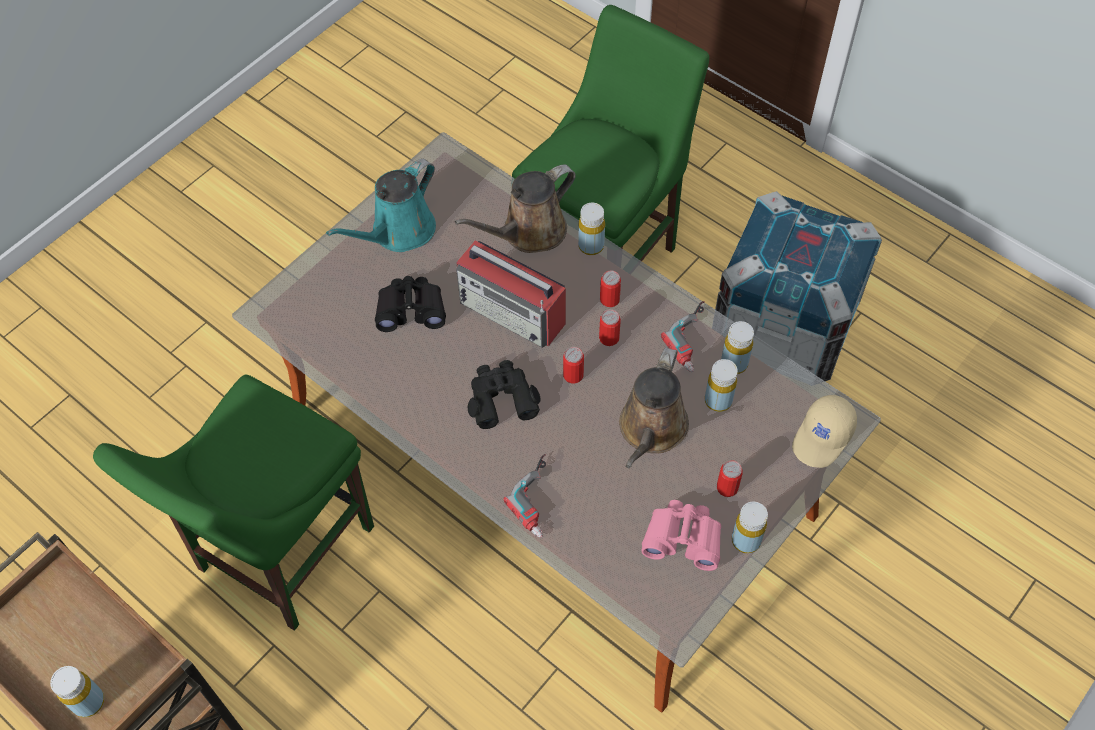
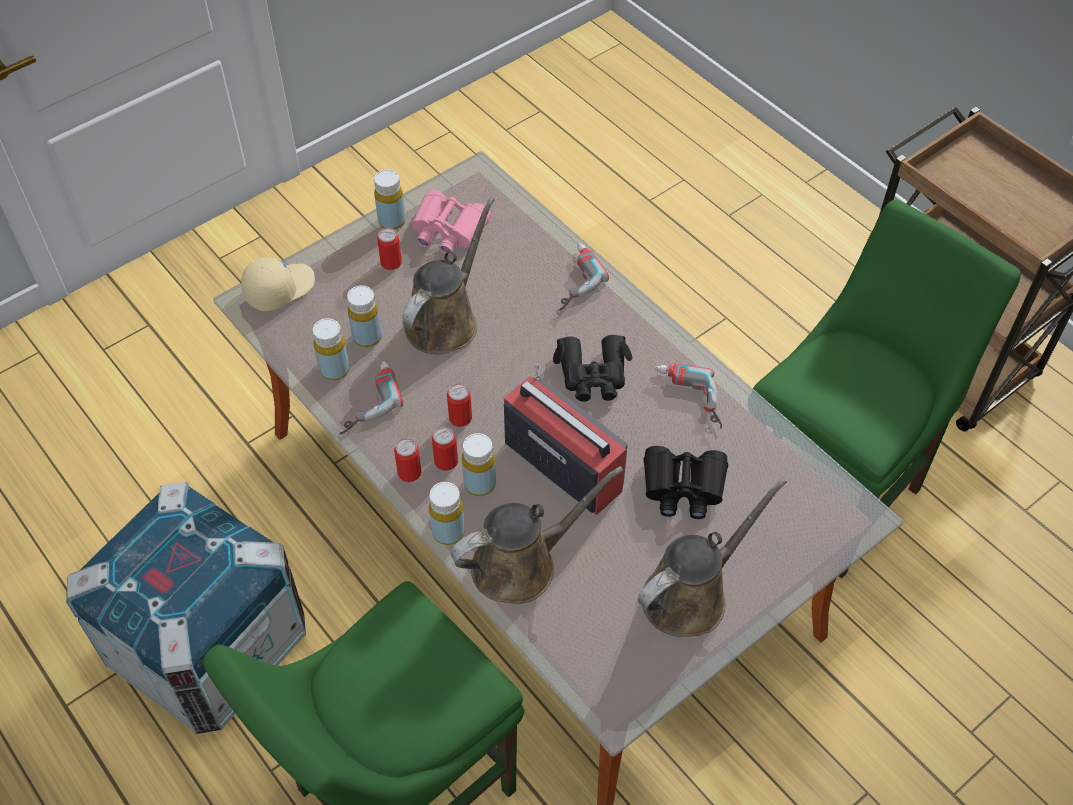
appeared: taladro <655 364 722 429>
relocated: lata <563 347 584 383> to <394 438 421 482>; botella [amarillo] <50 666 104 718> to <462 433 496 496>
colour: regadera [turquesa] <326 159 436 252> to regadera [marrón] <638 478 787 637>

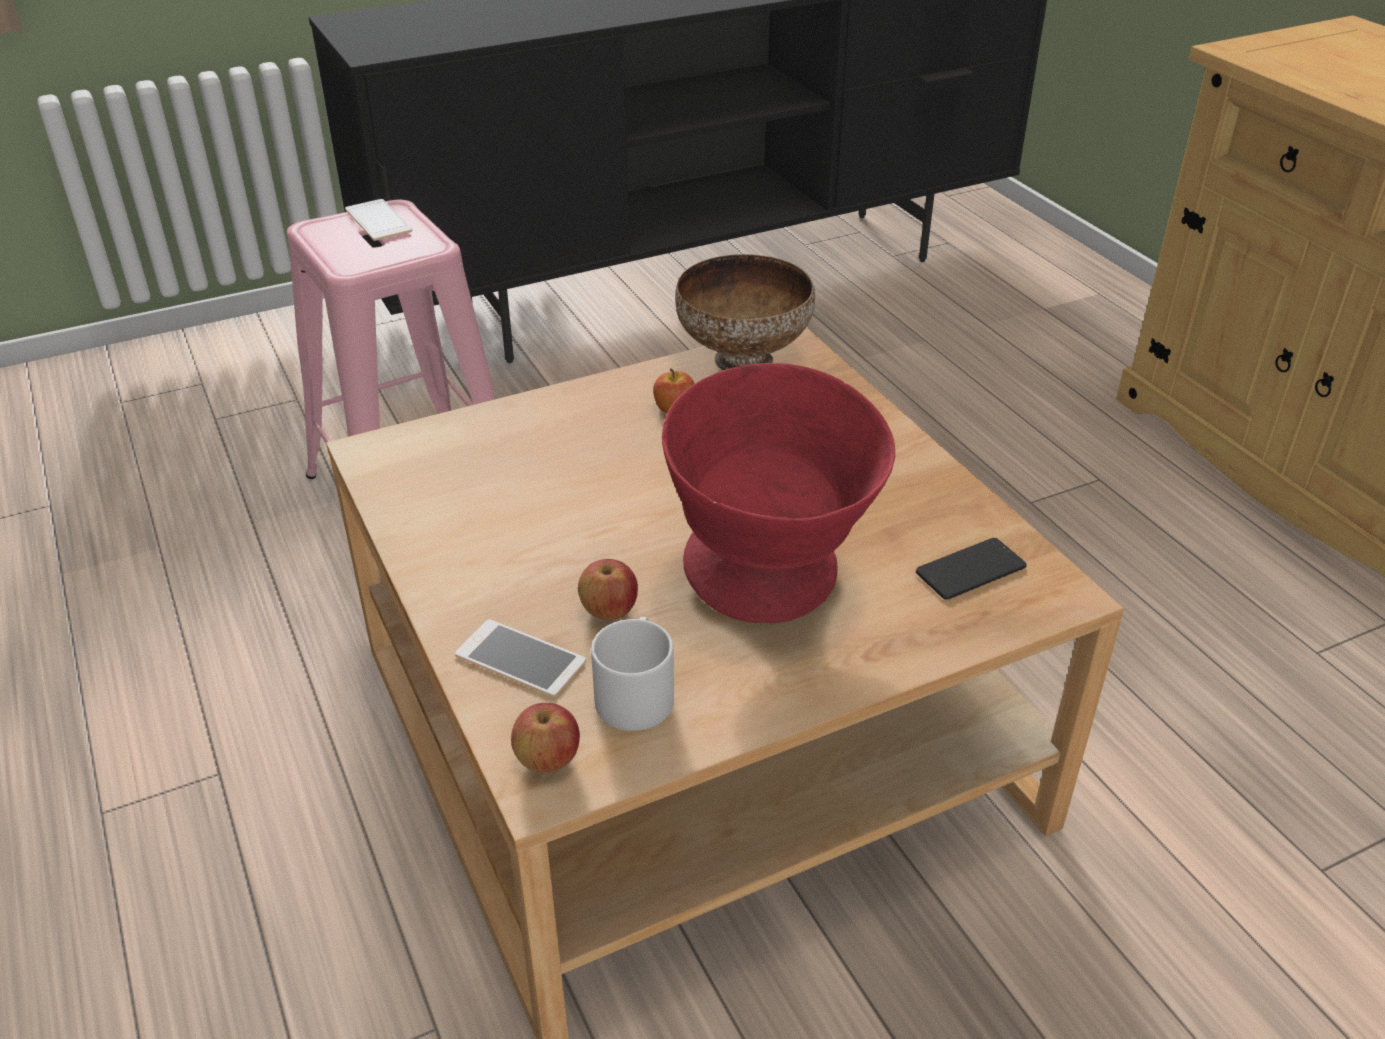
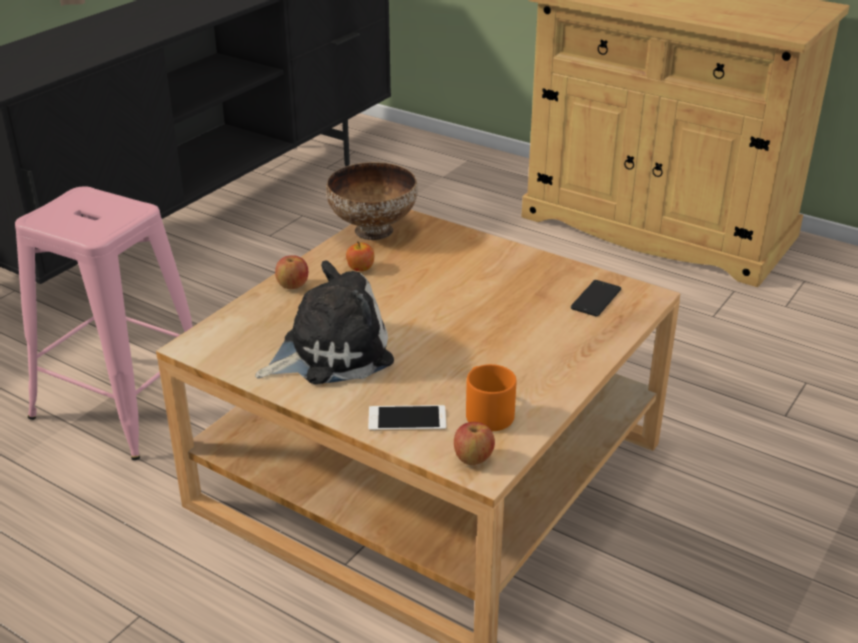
missing: móvil <345 199 413 241>; cuenco [rojo] <662 363 895 624>
appeared: peluche <255 260 394 384>
relocated: manzana <578 559 638 620> to <275 255 308 289>
colour: taza grande [blanco] <591 617 674 731> to taza grande [naranja] <466 364 516 431>

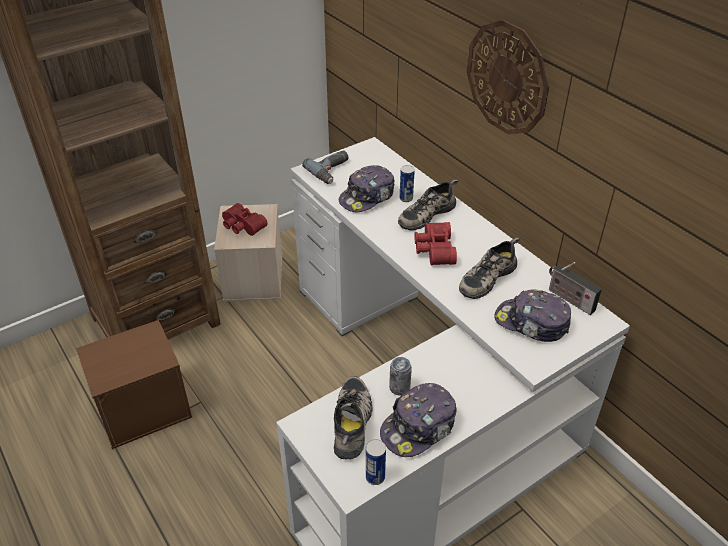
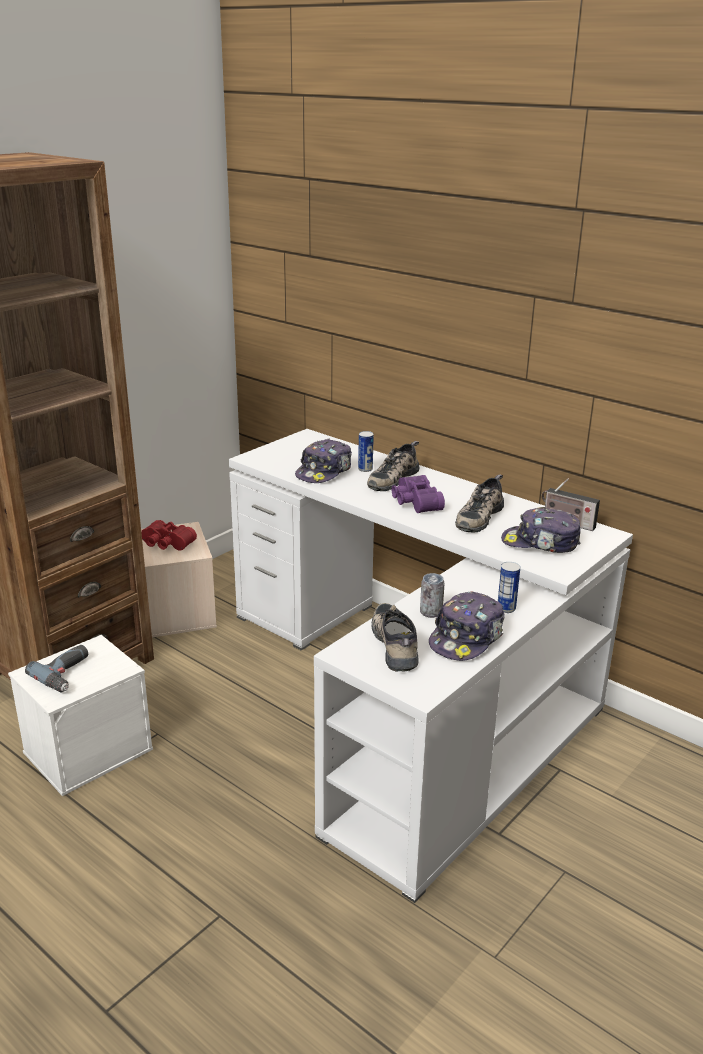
missing: reloj de pared <467 20 549 134>
relocated: taladro <302 150 349 184> to <25 645 88 692>; lata <366 439 386 485> to <498 562 520 613>
colour: prismáticos [rojo] <414 222 457 265> to prismáticos [morado] <392 475 445 513>; caja de almacenaje [marrón] <76 320 192 449> to caja de almacenaje [blanco] <8 635 153 796>

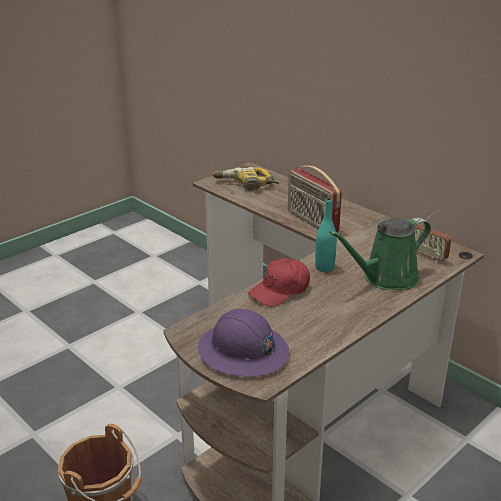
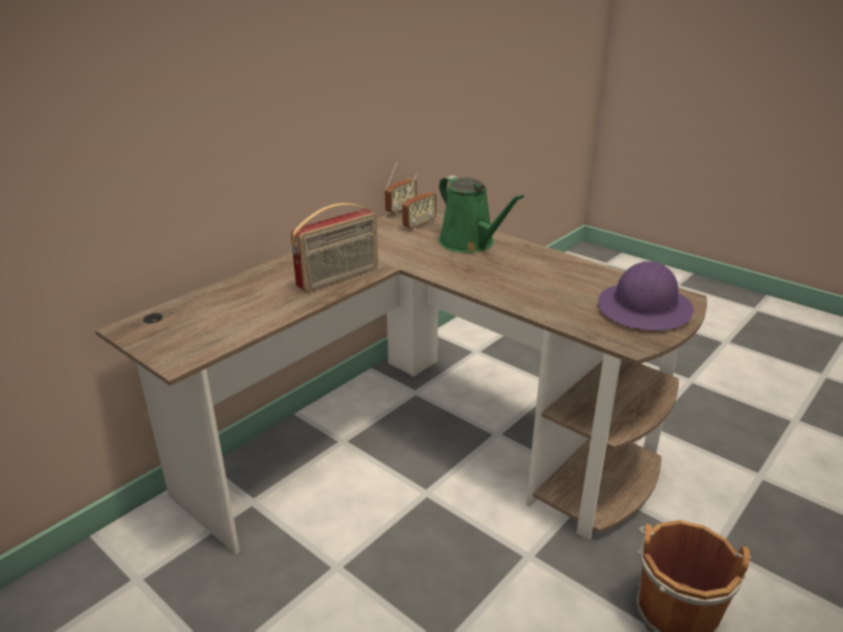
missing: taladro <213 167 279 191>; botella [turquesa] <315 196 337 272>; gorra [rojo] <248 258 310 307>
appeared: radio <385 161 417 215>

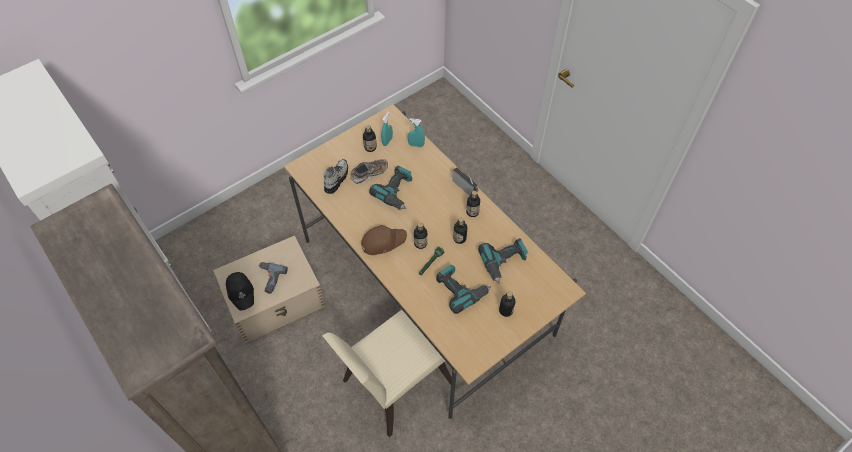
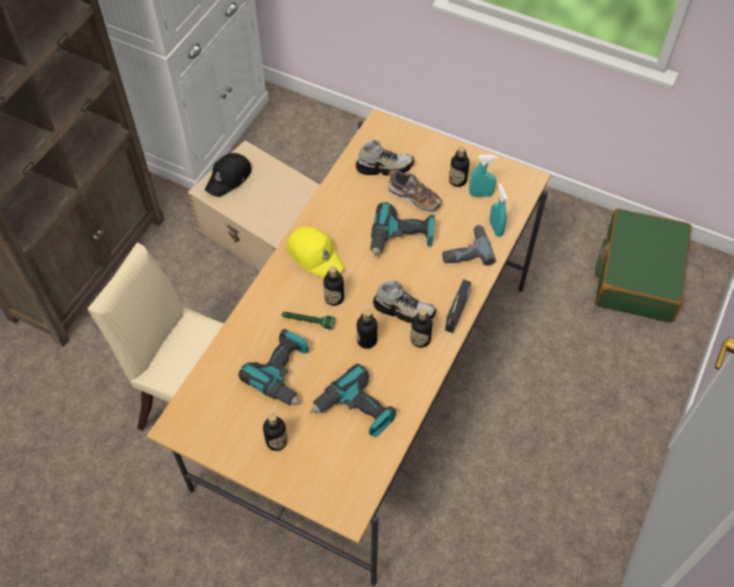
appeared: maleta [verde] <595 209 692 323>; zapato <373 280 436 323>
relocated: taladro <259 262 288 294> to <442 225 496 266>
colour: gorra [marrón] <361 225 407 255> to gorra [amarillo] <287 226 344 278>

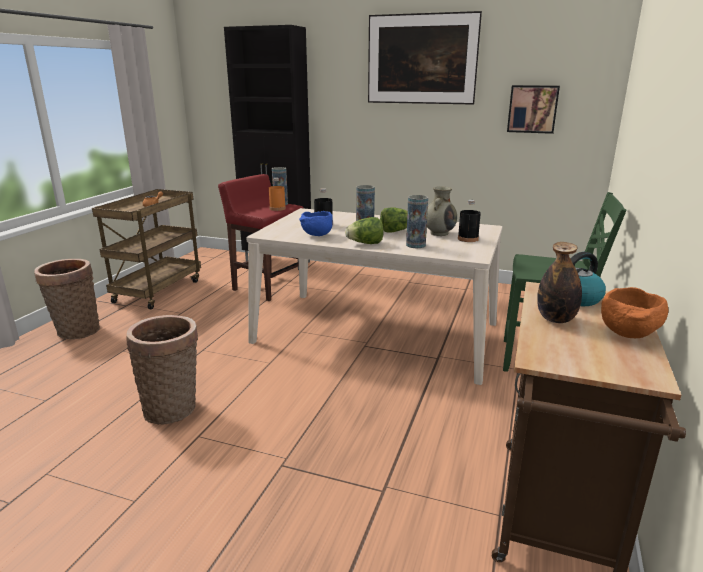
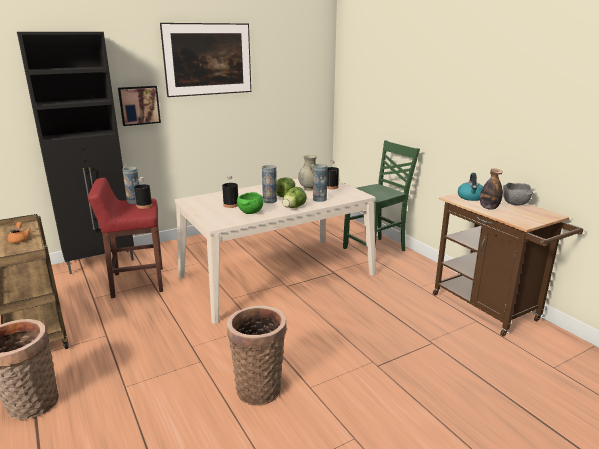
relocated: cuadro <507 85 560 134> to <118 86 161 126>
colour: botella [naranja] <269 178 286 211> to botella [negro] <134 177 152 209>; cuenco [azul] <299 211 333 236> to cuenco [verde] <237 192 263 214>; cuenco [naranja] <601 287 668 338> to cuenco [gris] <503 183 533 206>

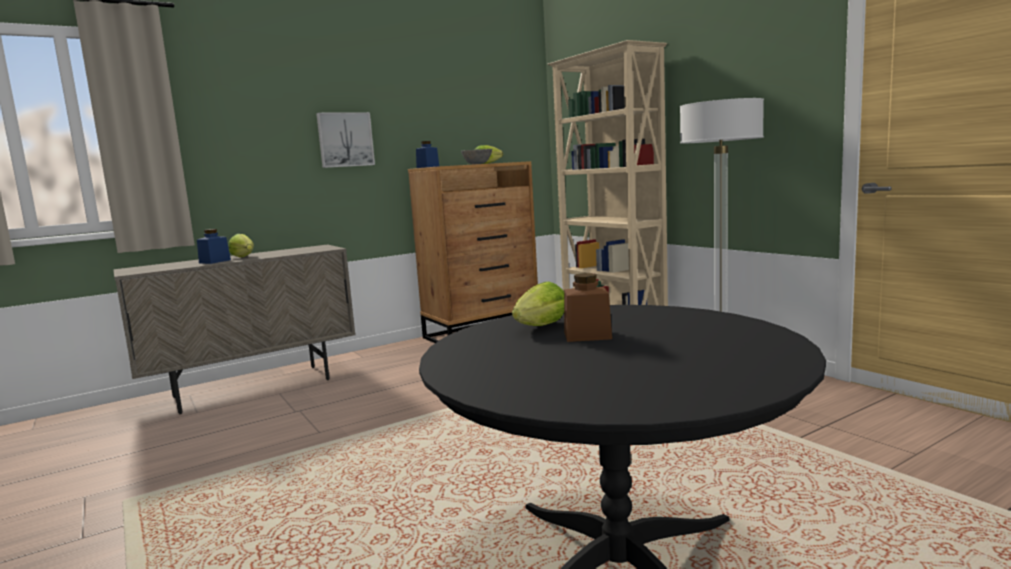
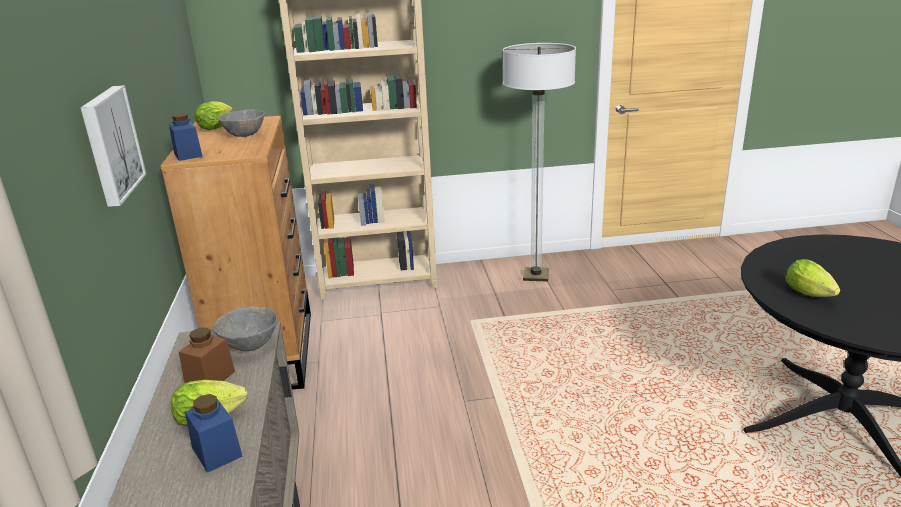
appeared: cuenco [gris] <213 306 278 351>
relocated: tarro [marrón] <564 273 612 342> to <179 328 235 383>

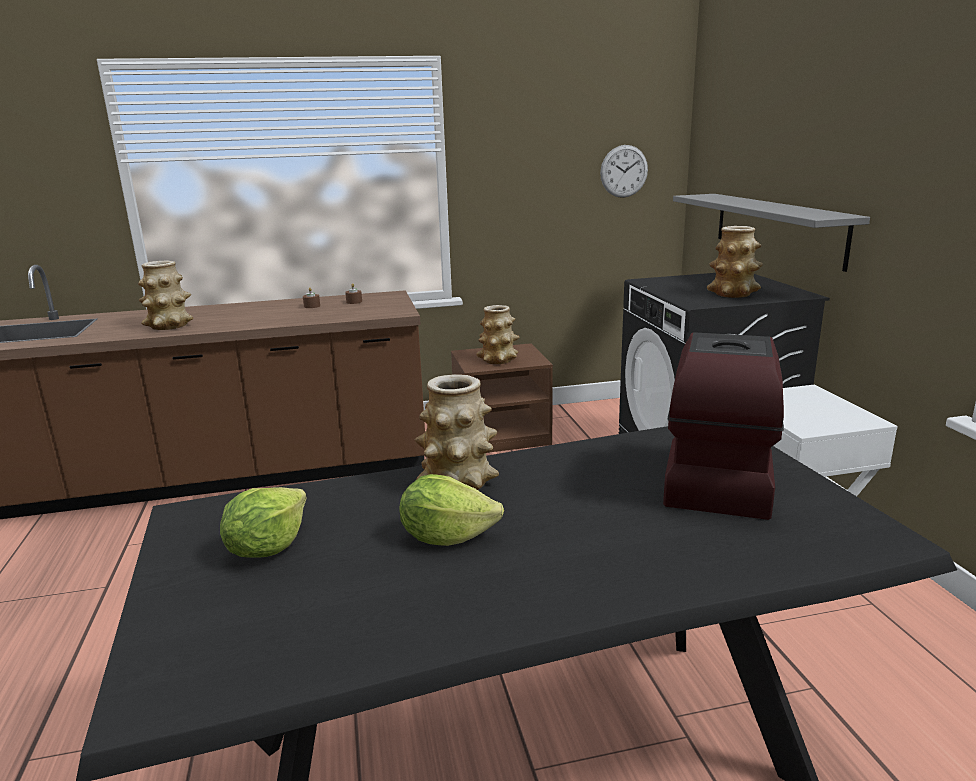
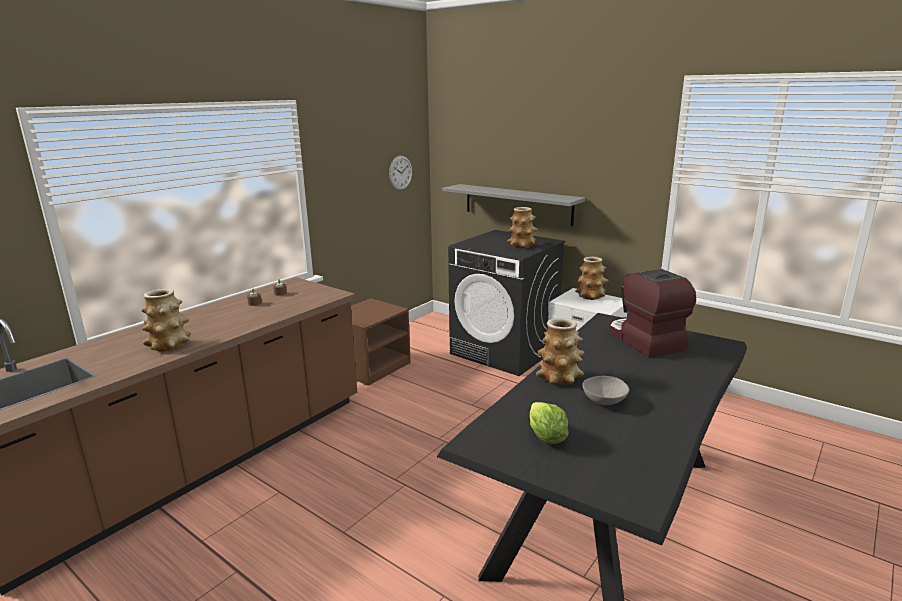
relocated: florero <476 305 519 364> to <575 257 609 300>
exchanged: lechuga <399 474 504 546> to cuenco [gris] <582 376 629 405>

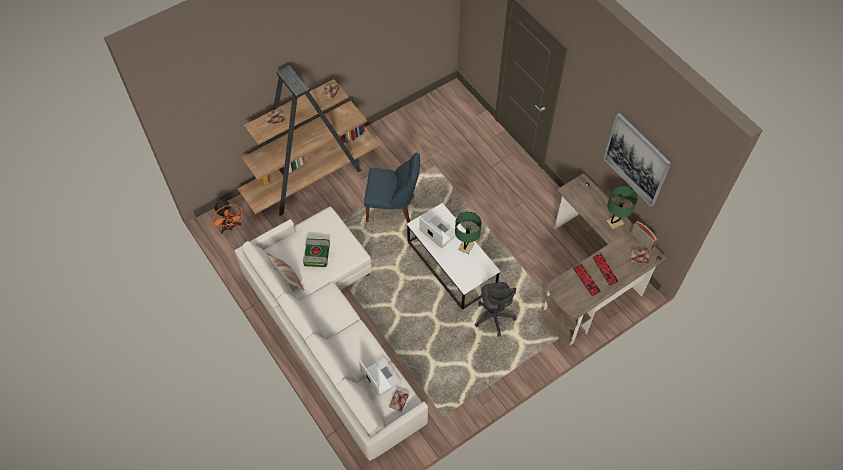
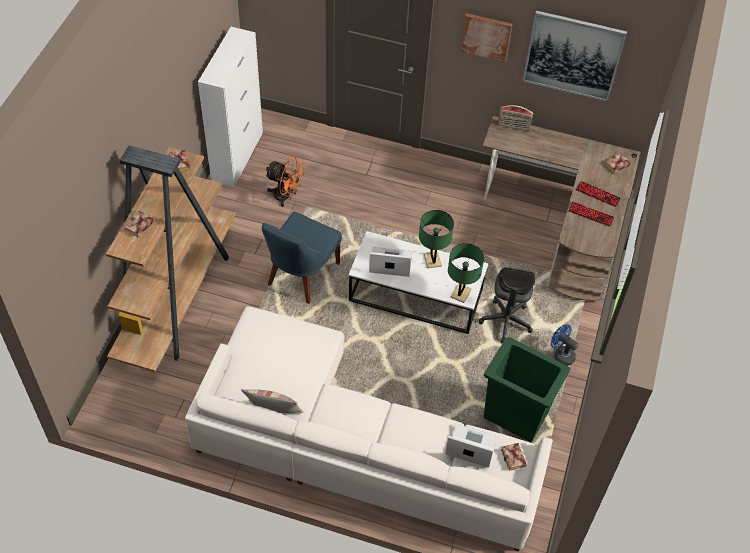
missing: libro <303 238 330 267>
appeared: cuadro <461 13 512 62>; armario [blanco] <198 27 263 187>; ventilador [azul] <551 324 579 366>; papelera [verde] <484 337 570 442>
relocated: lámpara de mesa [verde] <606 186 637 230> to <448 243 484 303>; ventilador [naranja] <211 199 244 234> to <265 156 305 207>; radio <631 221 657 250> to <498 105 533 131>
spun: silla [azul] <364 152 420 223> = <262 212 342 304> 150 degrees clockwise; silla de oficina [gris] <475 282 516 337> = <479 267 536 343> 60 degrees clockwise

